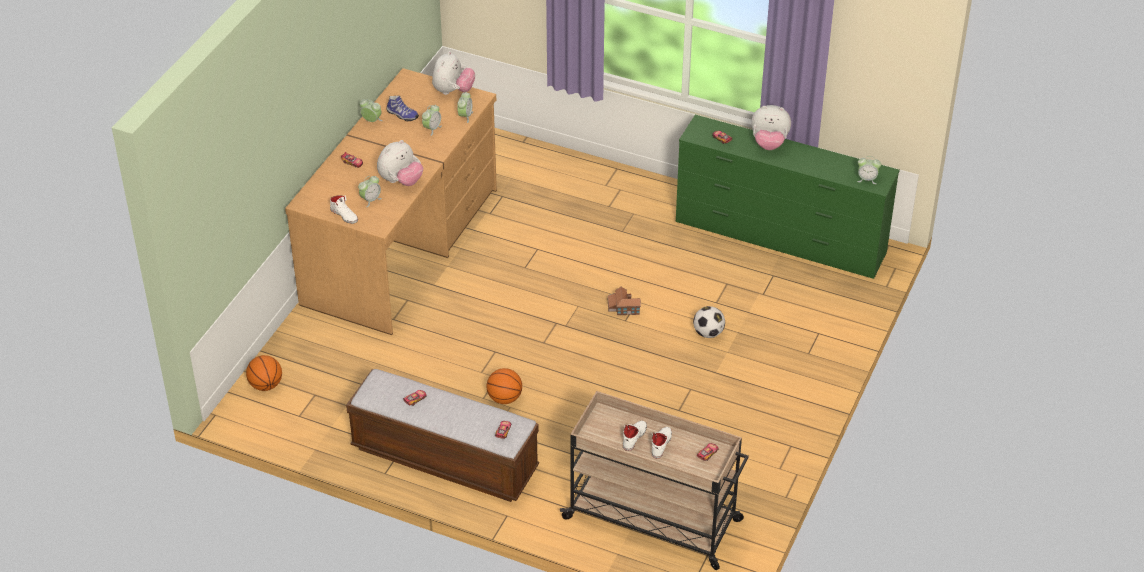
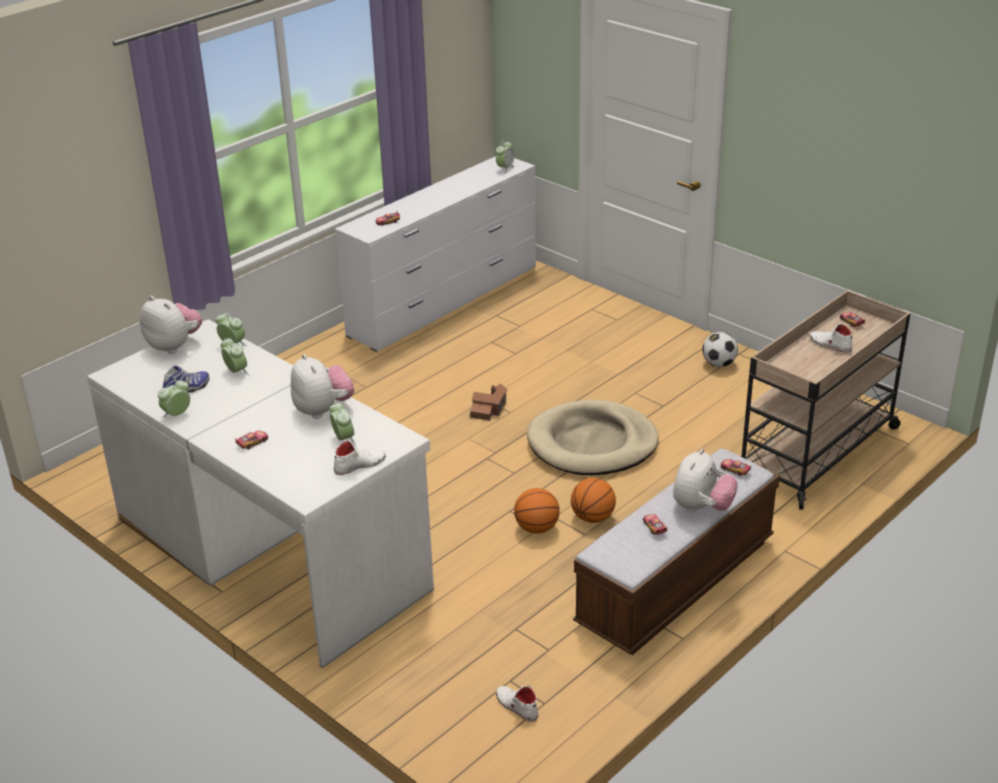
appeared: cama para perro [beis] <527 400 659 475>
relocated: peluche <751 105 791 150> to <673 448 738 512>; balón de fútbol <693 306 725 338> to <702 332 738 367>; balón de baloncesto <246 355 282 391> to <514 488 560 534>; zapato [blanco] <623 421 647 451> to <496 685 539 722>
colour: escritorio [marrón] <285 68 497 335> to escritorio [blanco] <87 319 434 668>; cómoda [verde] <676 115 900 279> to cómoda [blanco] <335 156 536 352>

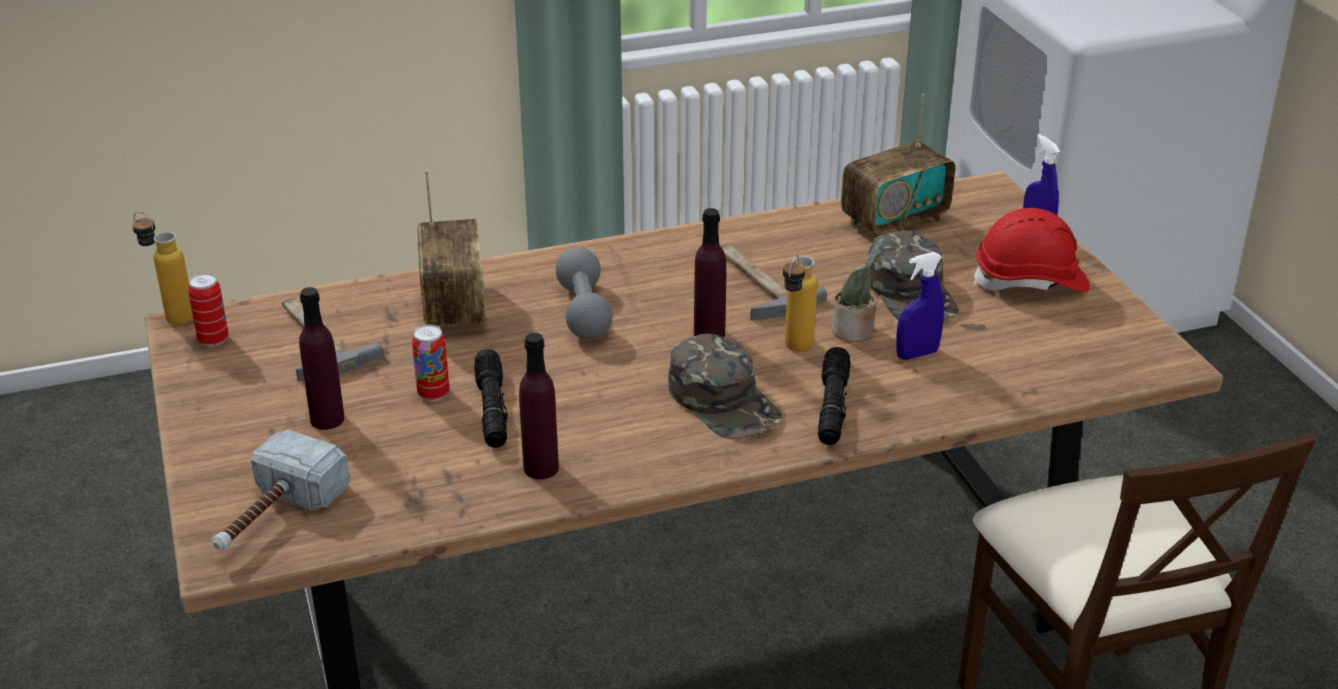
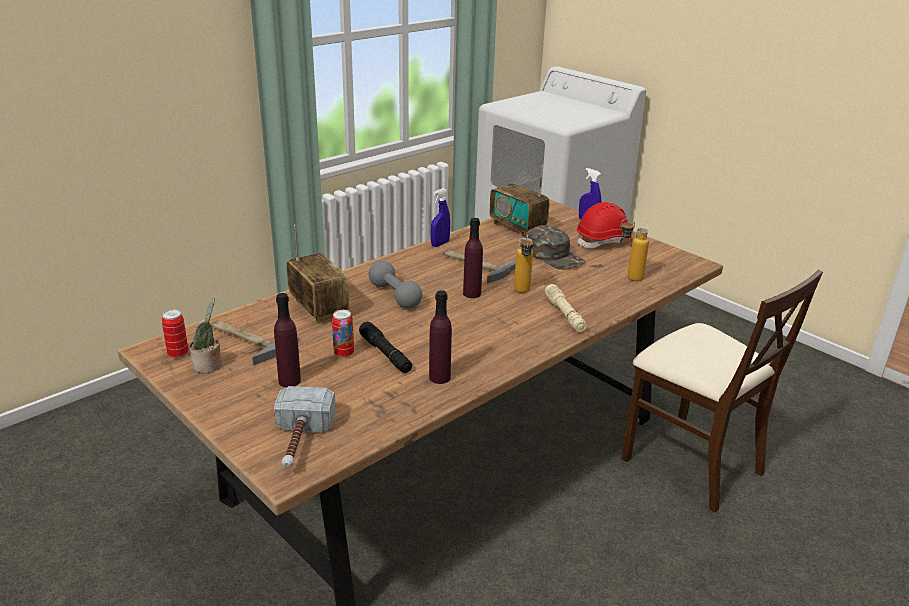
missing: gorra [verde] <668 334 783 439>
relocated: botella <132 211 193 325> to <621 218 649 281>; planta en maceta <832 237 884 342> to <189 298 222 373>; pulverizador [azul] <897 252 944 360> to <431 188 450 247>
colour: linterna [negro] <818 347 851 445> to linterna [beis] <545 284 587 332>
spun: radio <841 94 955 237> = <489 166 550 238> 105 degrees clockwise

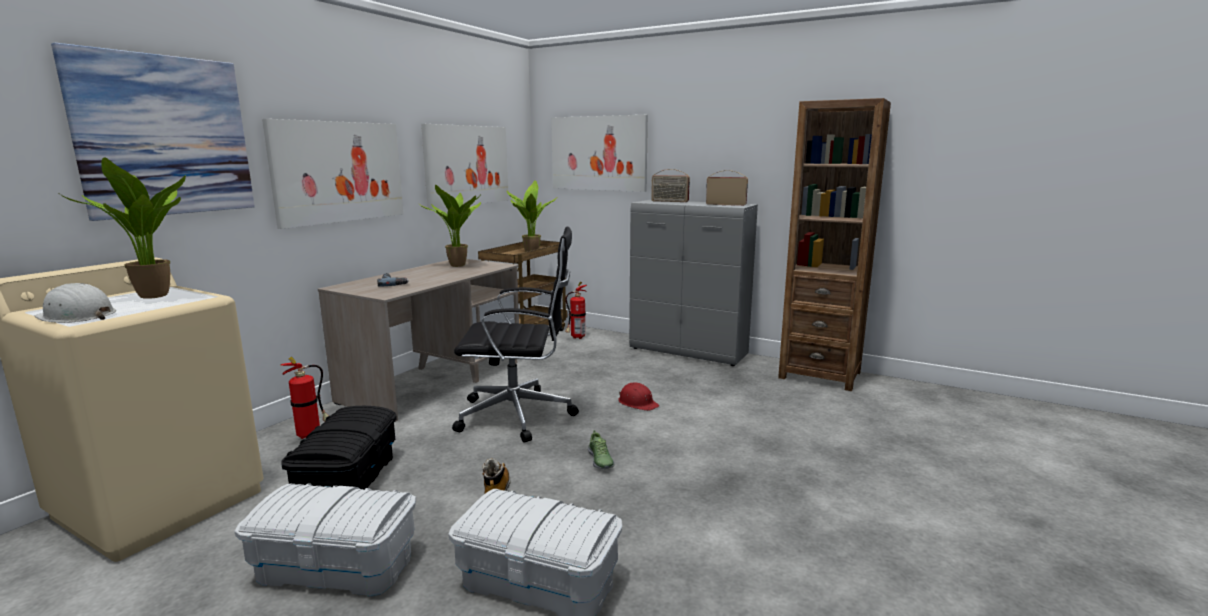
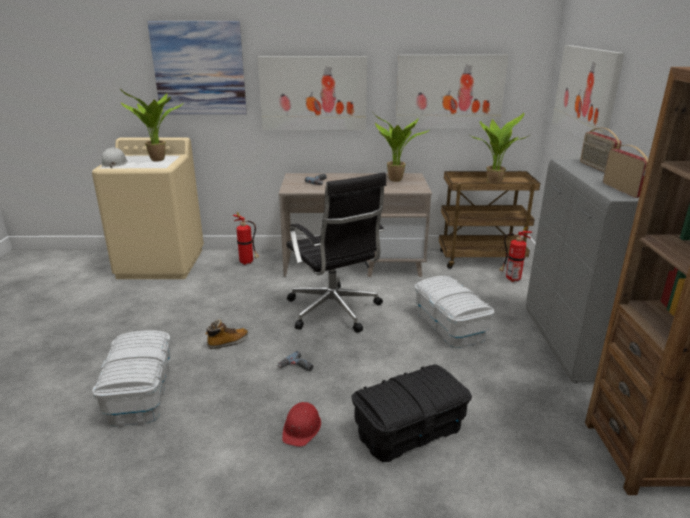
relocated: casco [rojo] <618 382 659 411> to <282 402 321 447>; caja de almacenaje [negro] <281 406 397 490> to <352 364 472 462>; caja de almacenaje [blanco] <234 484 416 597> to <415 276 495 348>
exchanged: zapato <588 430 614 469> to taladro <278 351 314 371>

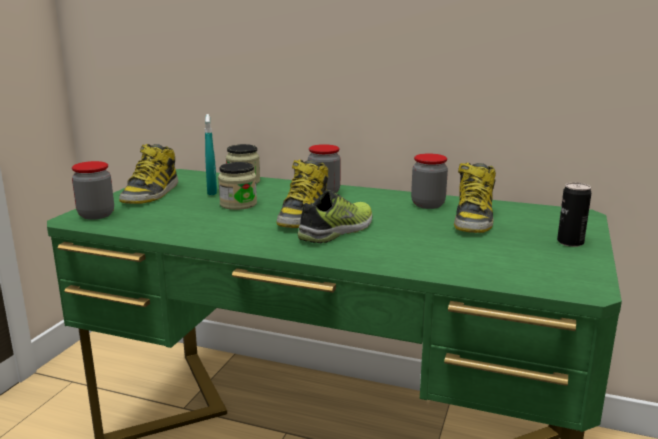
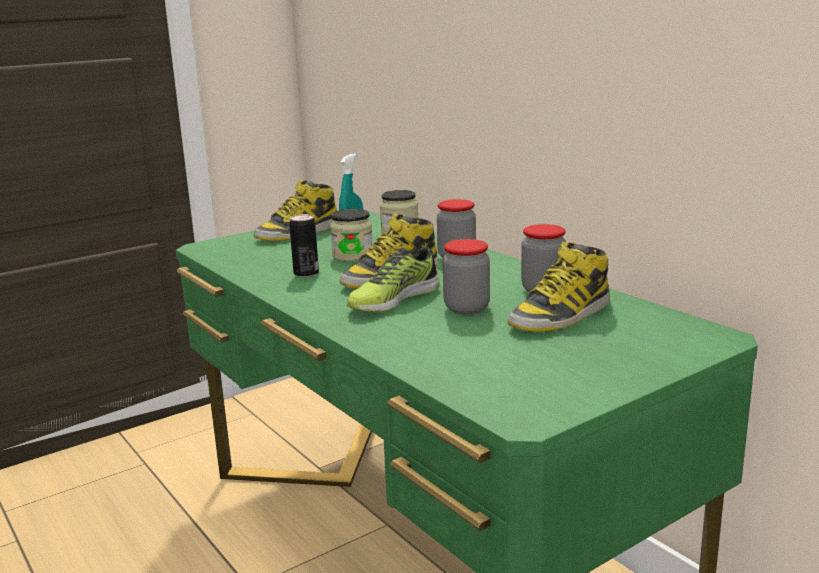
relocated: tarro <72 161 114 220> to <443 239 490 314>; lata <557 183 591 247> to <289 214 319 277>
spun: zapato <298 190 372 243> = <347 247 440 312> 150 degrees clockwise

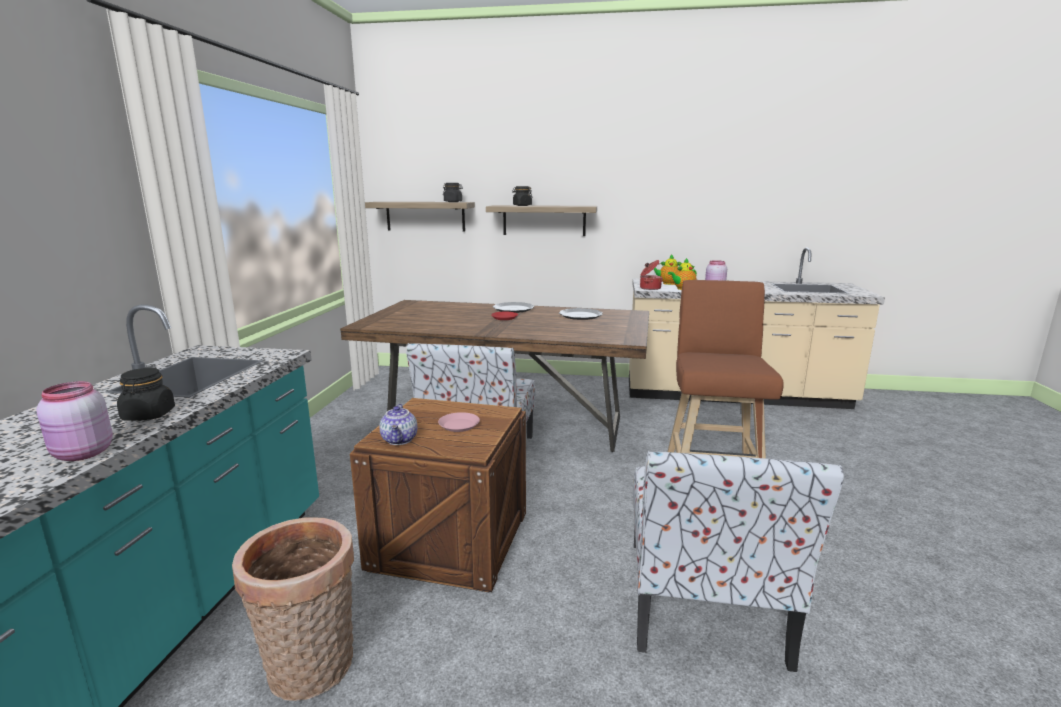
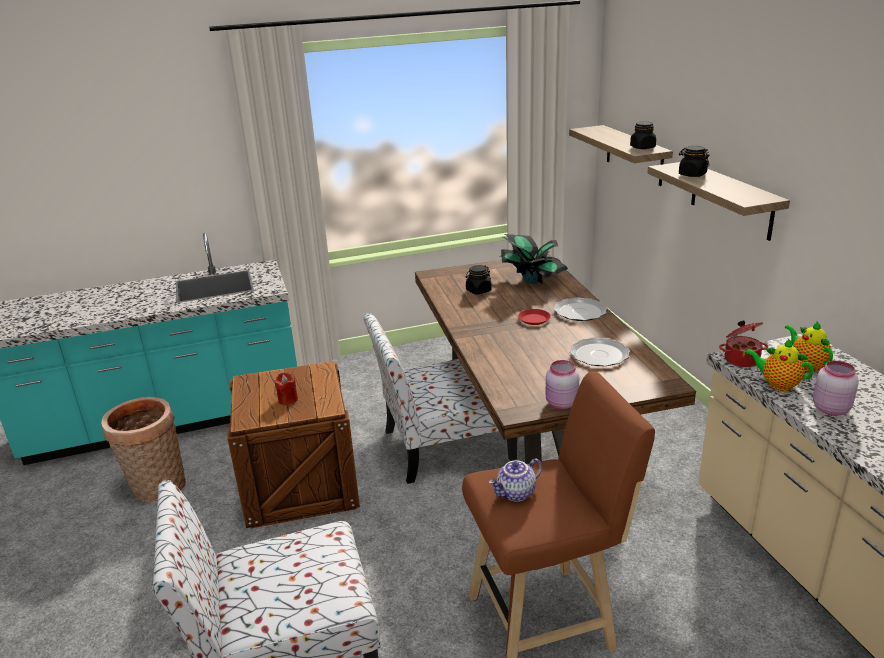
appeared: planta en maceta <499 234 568 284>
relocated: tarro [negro] <117 367 175 421> to <466 265 492 295>; tarro [rosa] <37 381 113 461> to <546 360 579 409>; tetera <379 404 417 445> to <489 459 542 502>
exchanged: plato [rosa] <438 412 480 432> to vela [rojo] <274 372 298 405>

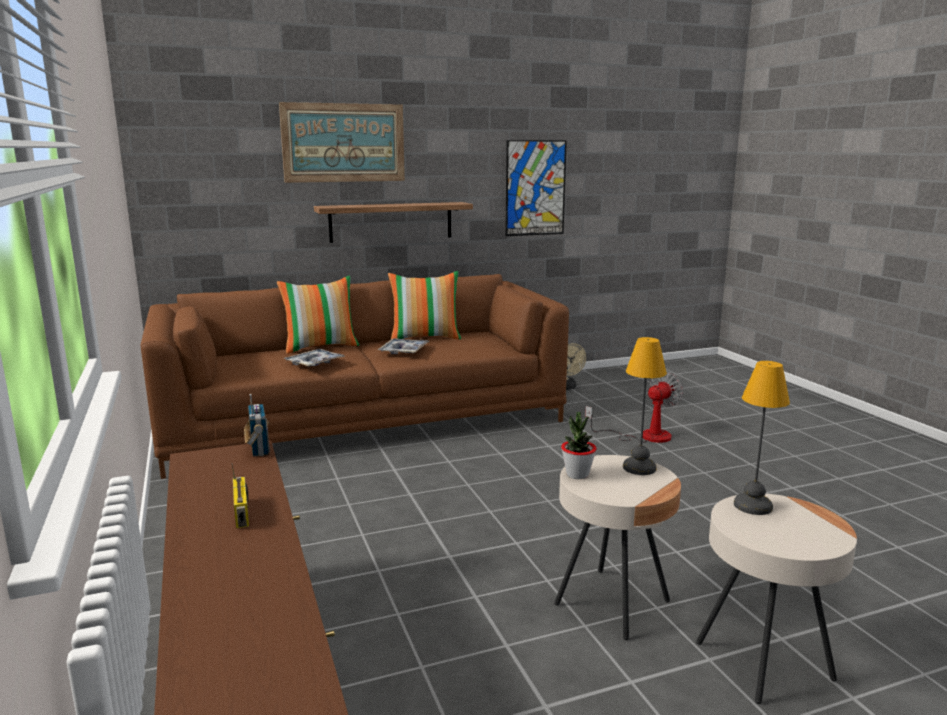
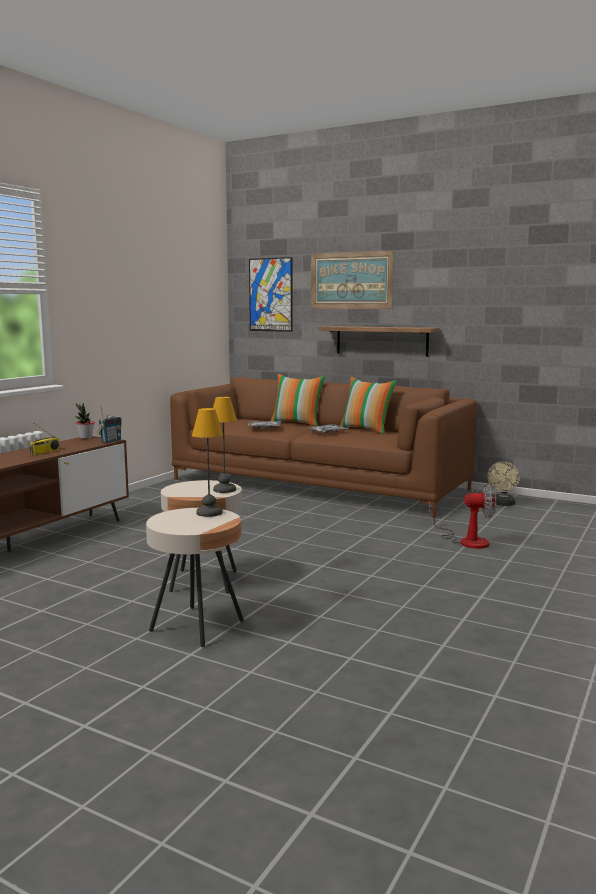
relocated: cuadro <505 140 567 236> to <249 257 293 332>; planta en maceta <561 412 597 479> to <75 403 95 439>

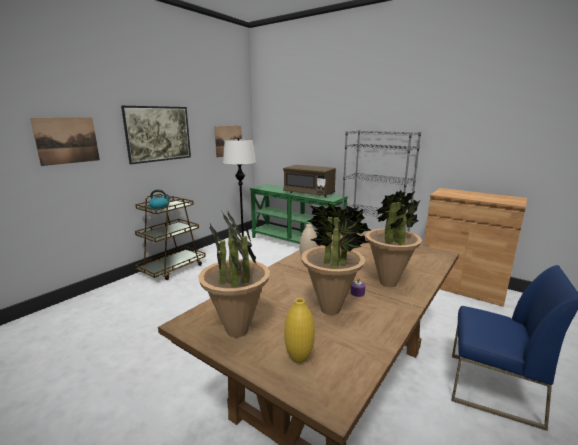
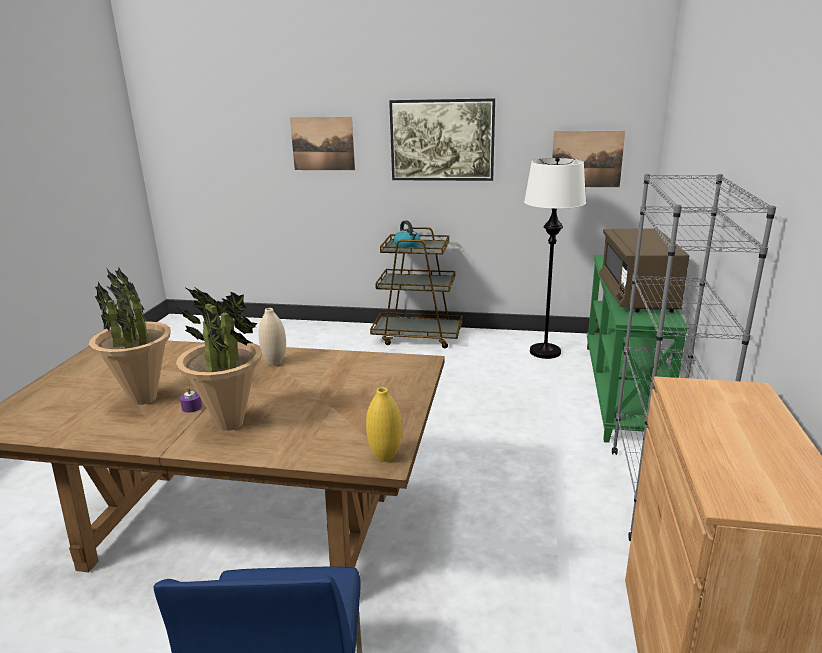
missing: planta en maceta <198 210 270 338>
relocated: florero [amarillo] <284 298 315 363> to <366 387 402 462>

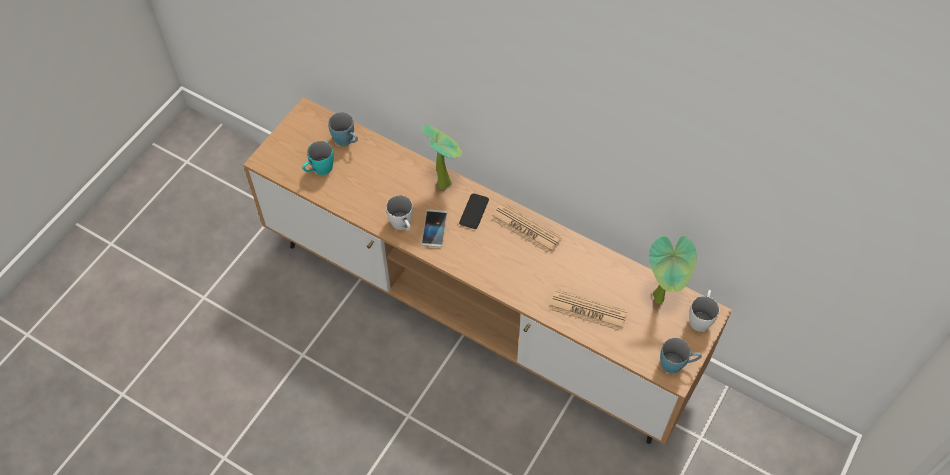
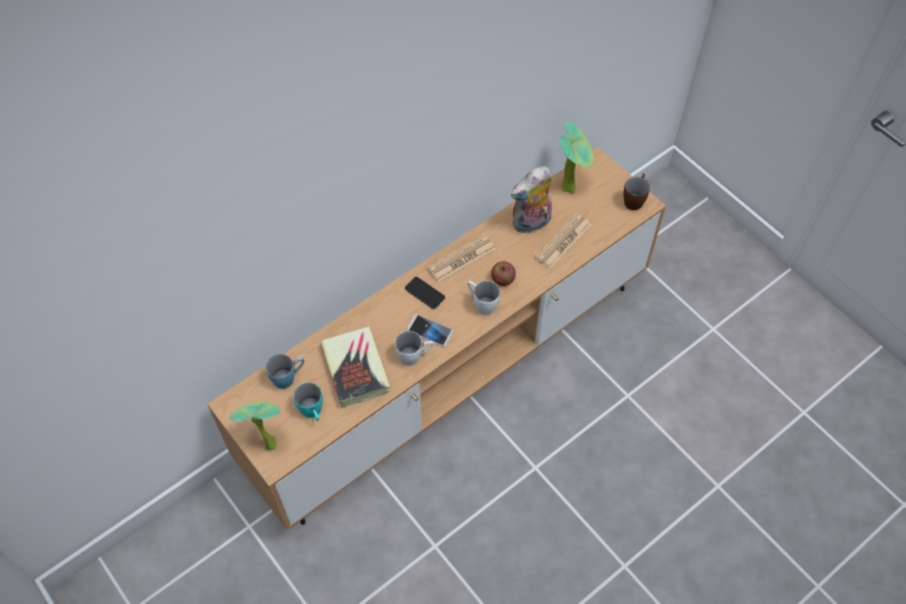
appeared: peluche <511 166 552 233>; manzana <491 261 516 286>; libro <320 326 390 408>
relocated: planta en maceta <421 125 462 190> to <230 402 280 450>; taza grande [blanco] <689 290 719 332> to <467 281 500 315>
colour: taza grande [azul] <660 338 702 374> to taza grande [marrón] <623 173 650 210>

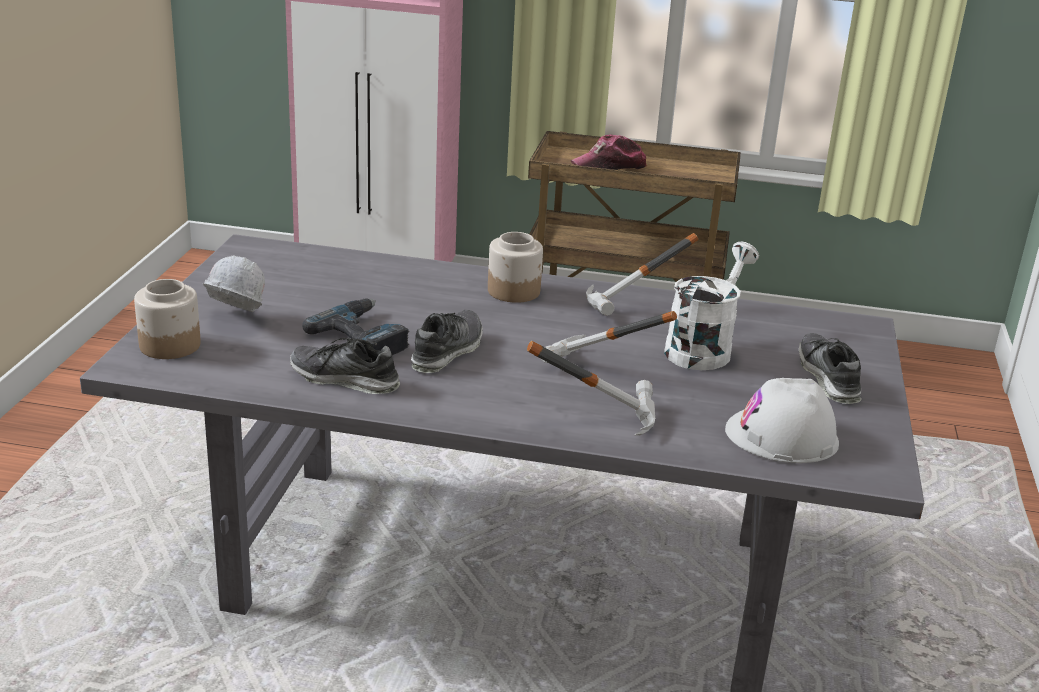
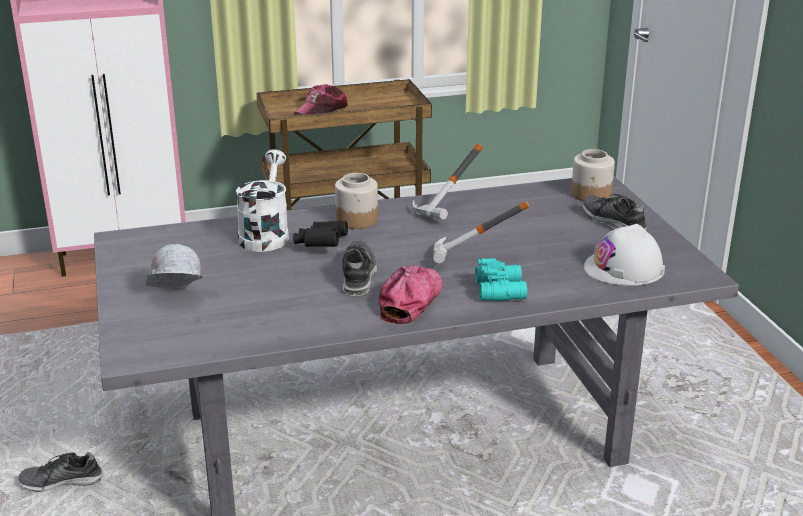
missing: taladro <302 298 409 355>
appeared: prismáticos [negro] <293 221 348 247>; gorra <379 265 442 324>
relocated: regadera [blanco] <664 242 759 370> to <236 149 289 252>; tarro <134 279 201 359> to <571 149 615 201>; zapato <290 338 400 394> to <18 452 103 492>
exchanged: martillo <527 341 655 436> to prismáticos [turquesa] <475 258 527 301>

